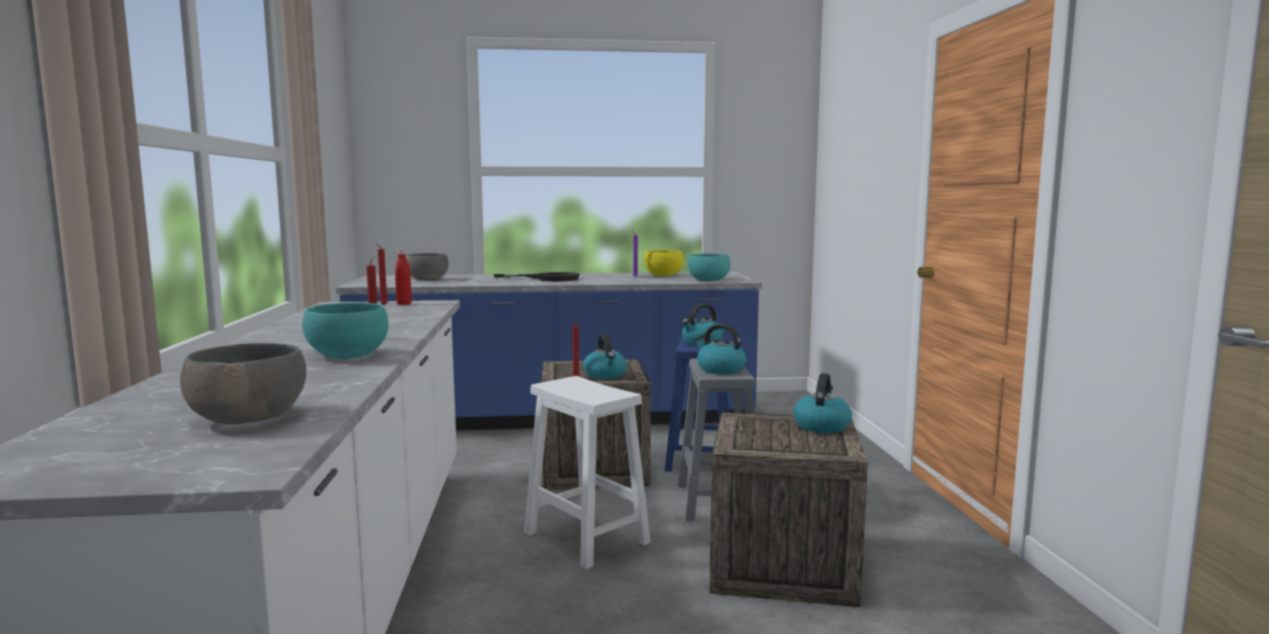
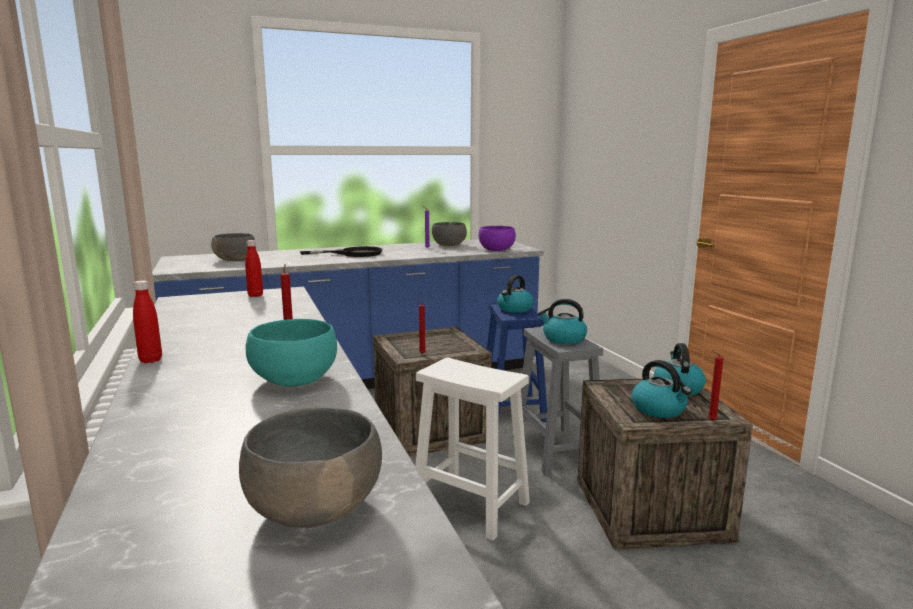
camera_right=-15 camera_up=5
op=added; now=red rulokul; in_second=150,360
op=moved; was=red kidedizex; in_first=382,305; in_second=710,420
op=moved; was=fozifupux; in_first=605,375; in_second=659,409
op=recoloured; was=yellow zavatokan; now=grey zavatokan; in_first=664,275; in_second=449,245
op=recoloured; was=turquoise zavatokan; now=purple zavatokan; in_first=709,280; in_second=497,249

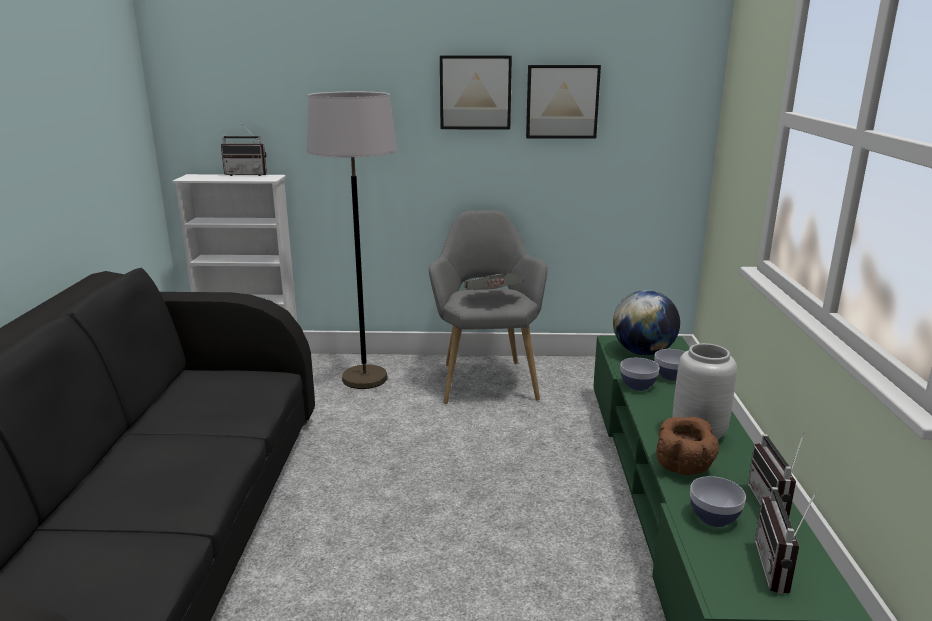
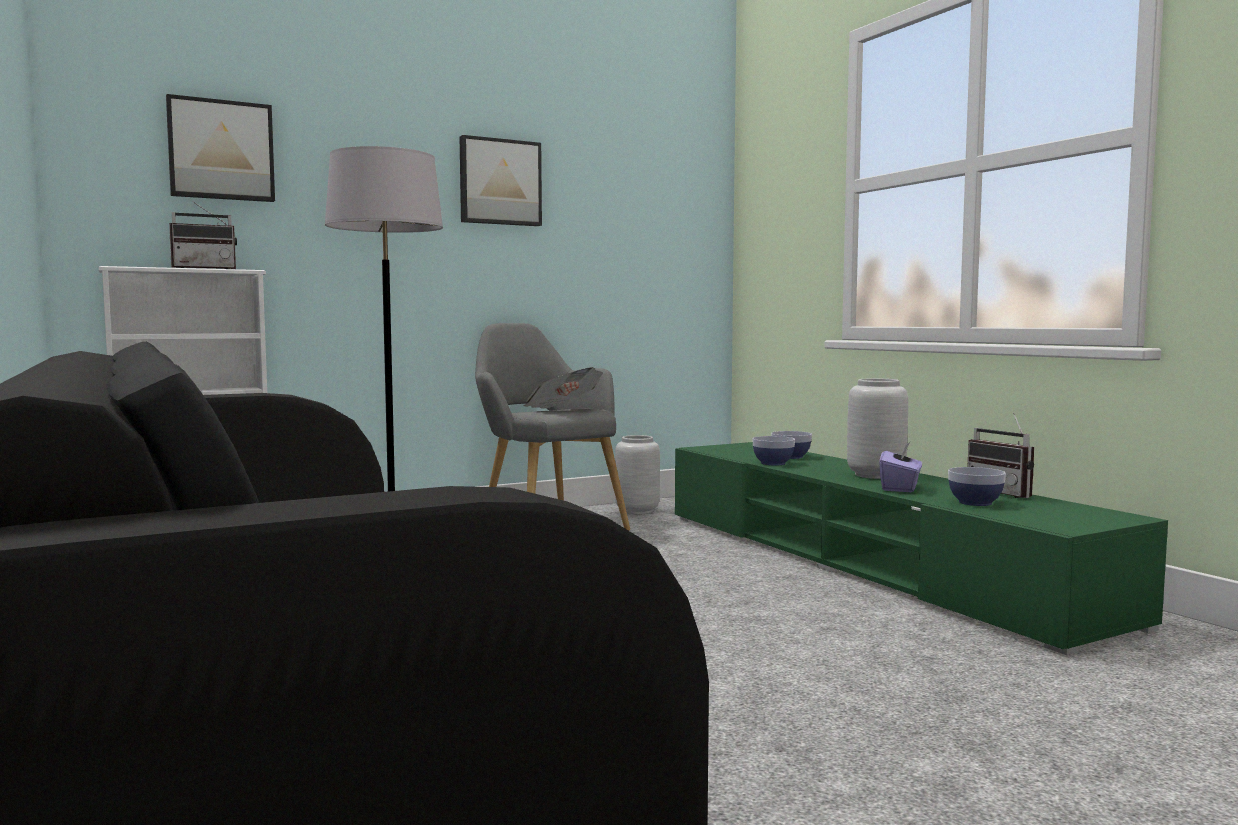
camera_right=-30 camera_up=-15
op=removed; was=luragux; in_first=643,352
op=removed; was=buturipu; in_first=781,569
op=added; now=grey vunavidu; in_second=636,511
op=moved; was=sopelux; in_first=562,101; in_second=221,150
op=replaced; was=brown zavatokan; now=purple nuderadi; in_first=684,466; in_second=900,488

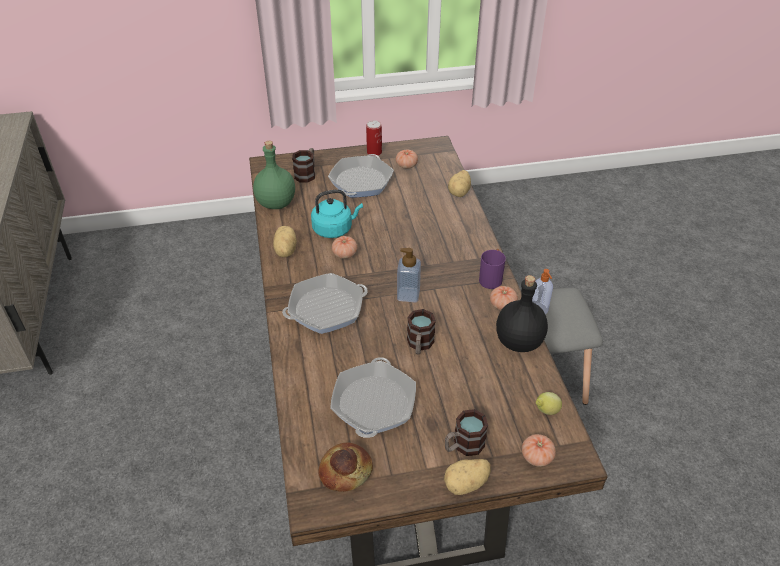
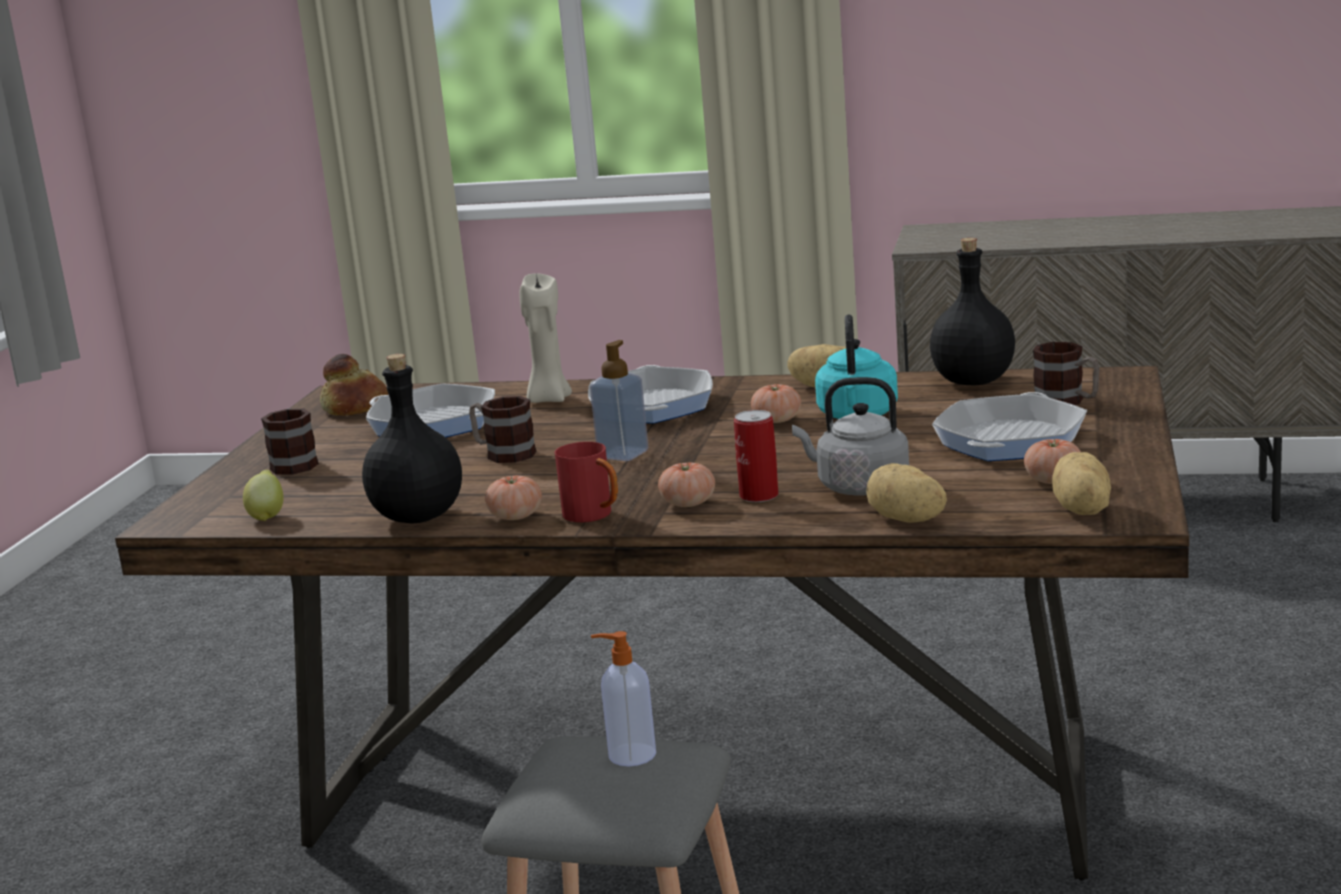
camera_right=115 camera_up=-25
op=added; now=beige kidedizex; in_second=549,399
op=added; now=grey fozifupux; in_second=858,487
op=moved; was=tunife; in_first=374,152; in_second=759,496
op=moved; was=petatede; in_first=466,484; in_second=1080,511
op=moved; was=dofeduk; in_first=536,457; in_second=688,503
op=recoloured; was=green rulokul; now=black rulokul; in_first=277,203; in_second=972,382
op=recoloured; was=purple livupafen; now=red livupafen; in_first=491,278; in_second=594,516
op=turned; was=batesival; in_first=361,181; in_second=1010,440; clockwise=75

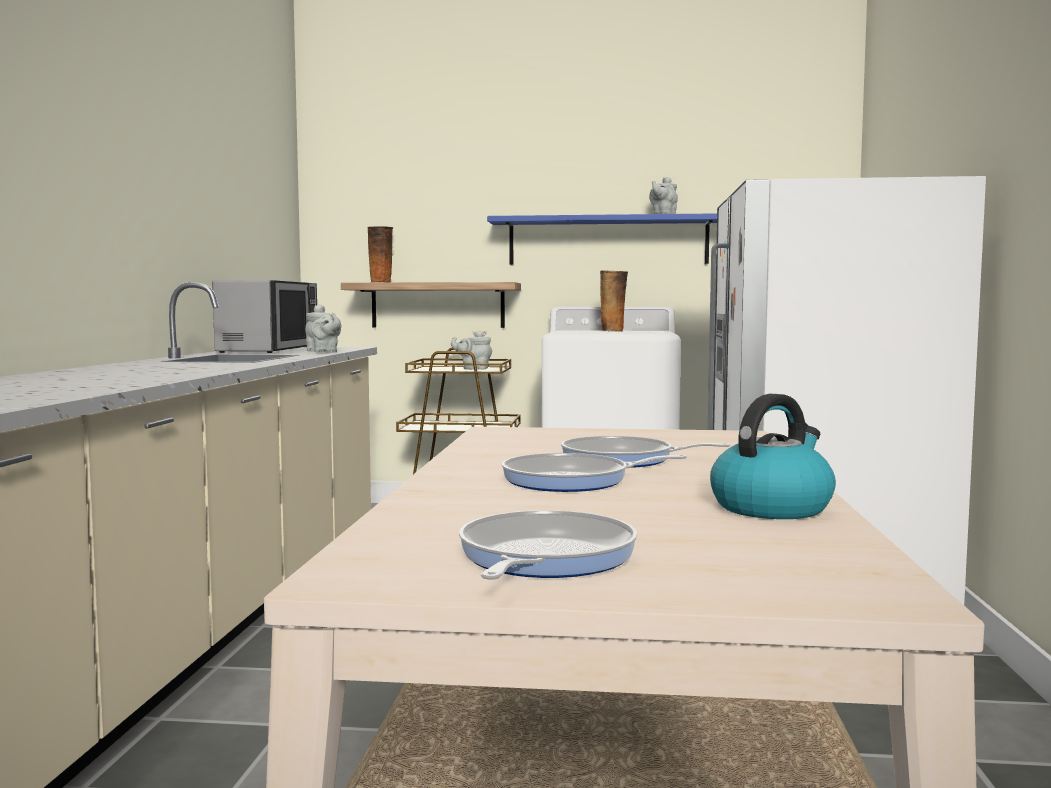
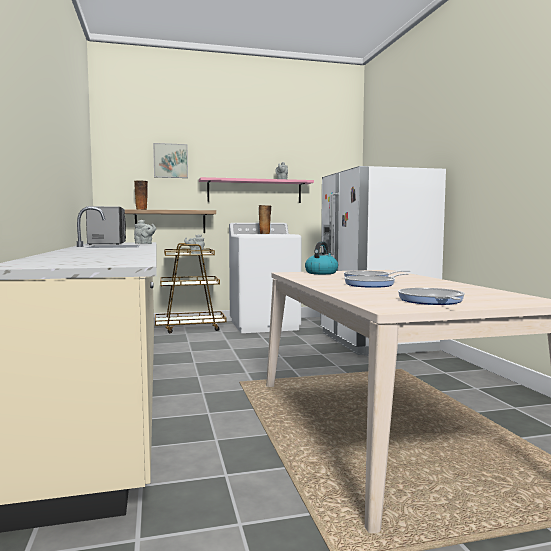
camera_right=-20 camera_up=0
op=added; now=sopelux; in_second=170,161
op=moved; was=fozifupux; in_first=771,507; in_second=321,273
op=recoloured; was=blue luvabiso; now=pink luvabiso; in_first=608,241; in_second=255,191

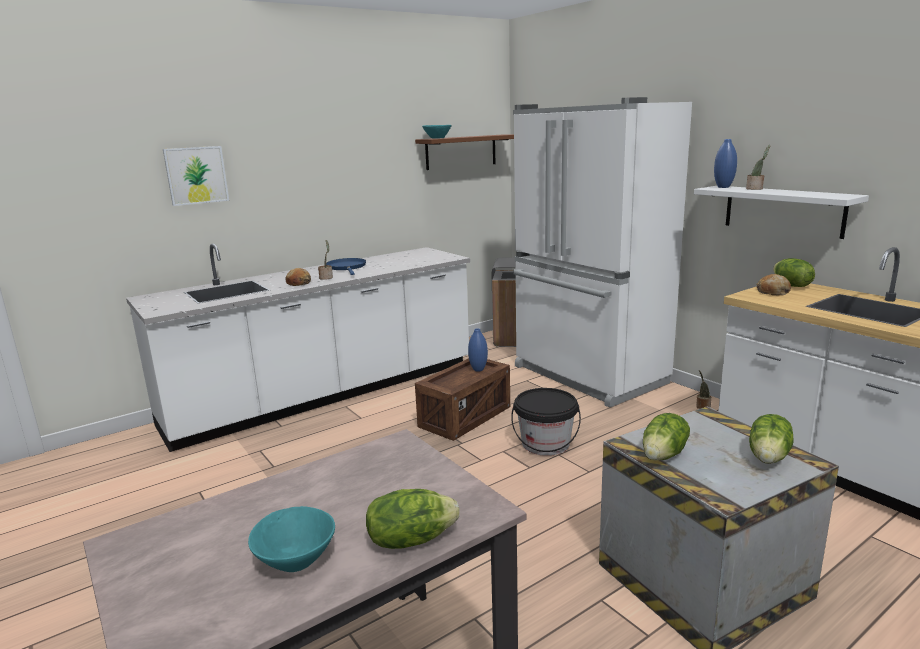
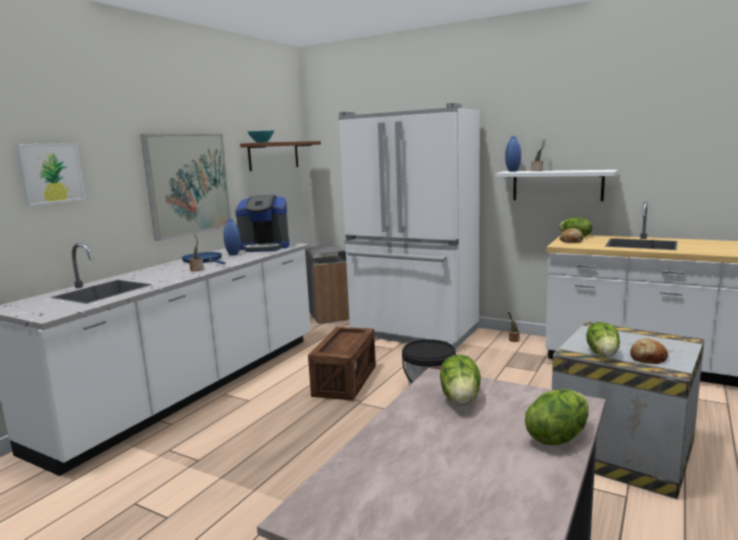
camera_right=-25 camera_up=-5
op=removed; was=turquoise zavatokan; in_first=296,560
op=added; now=sopelux; in_second=188,184
op=added; now=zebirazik; in_second=265,247
op=moved; was=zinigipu; in_first=298,283; in_second=647,358
op=moved; was=blue vunavidu; in_first=478,369; in_second=233,254
op=moved; was=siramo; in_first=769,457; in_second=461,398

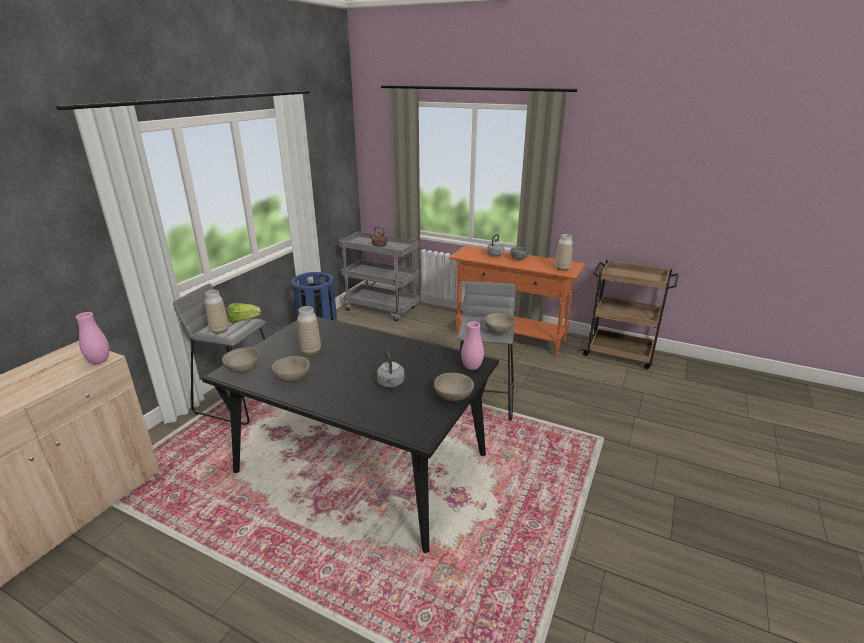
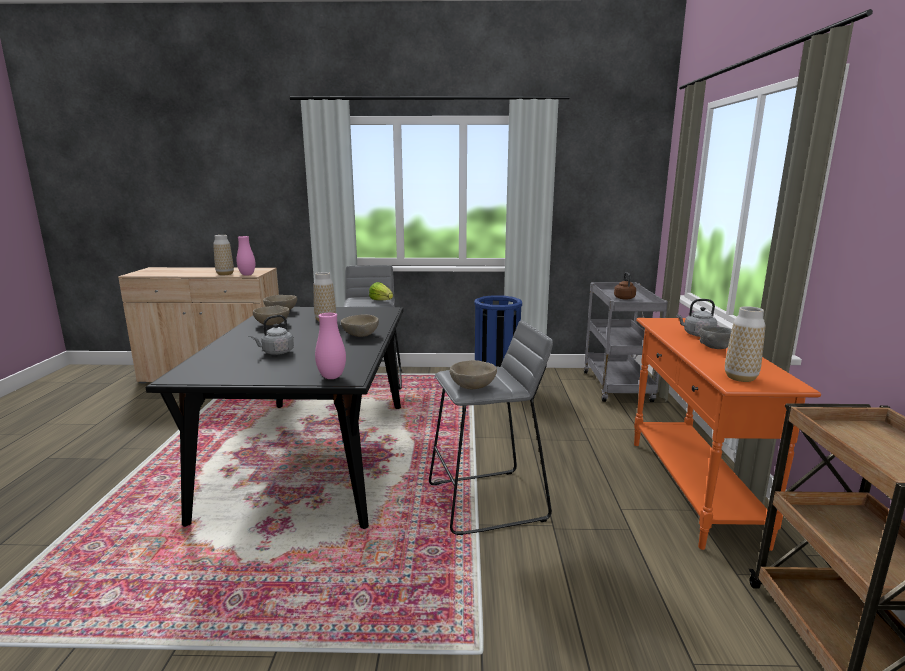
camera_right=65 camera_up=-10
op=moved; was=vunavidu; in_first=220,331; in_second=225,274
op=moved; was=beige zavatokan; in_first=453,397; in_second=360,335

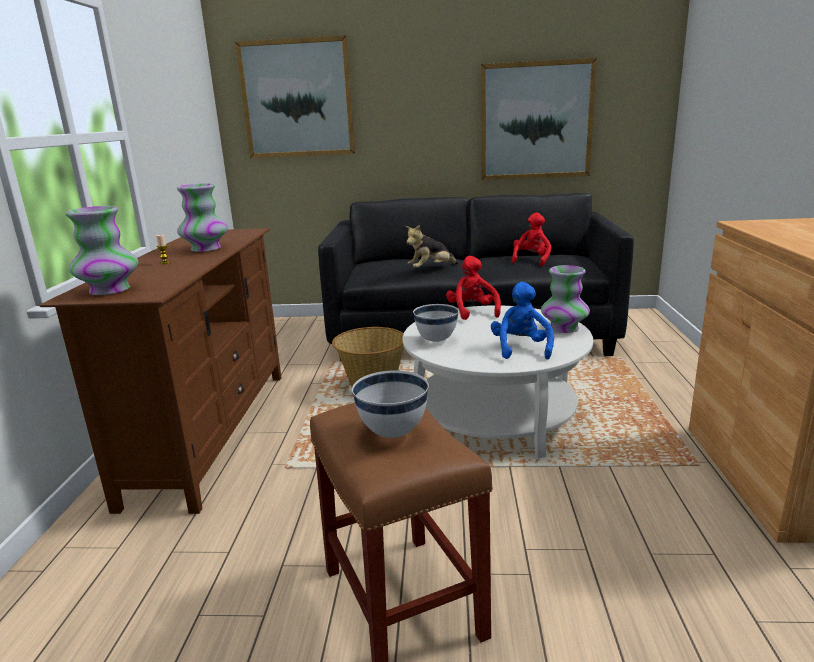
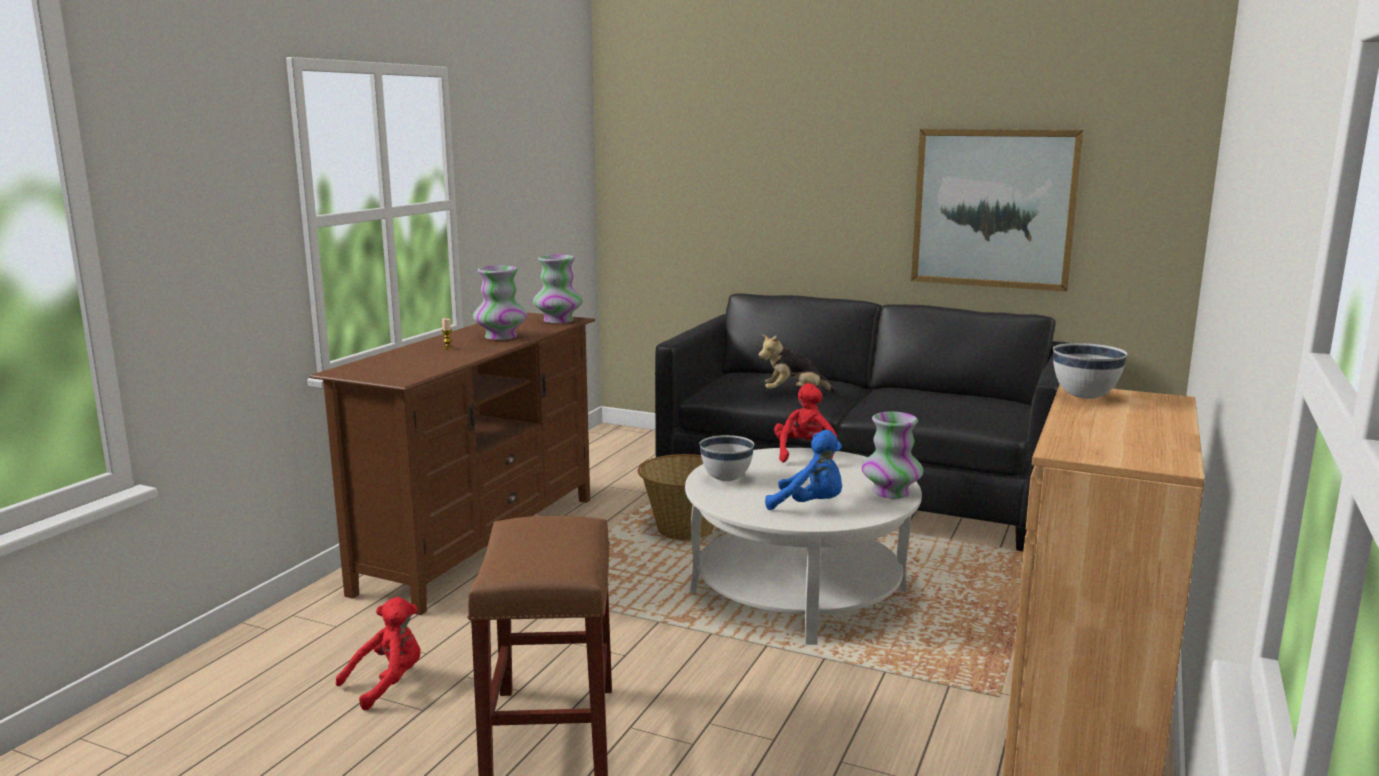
camera_right=20 camera_up=-5
op=removed; was=sopelux; in_first=297,99
op=moved; was=vunavidu; in_first=109,290; in_second=558,321
op=moved; was=white zavatokan; in_first=392,433; in_second=1084,397
op=moved; was=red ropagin; in_first=531,260; in_second=387,683
op=turned; was=blue ropagin; in_first=521,348; in_second=810,505; clockwise=90

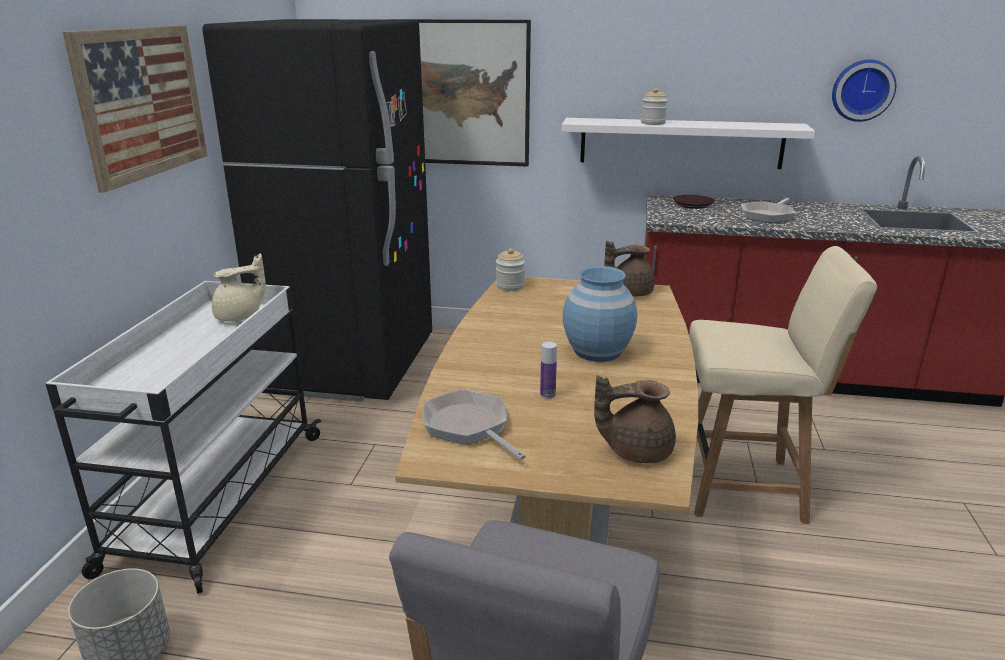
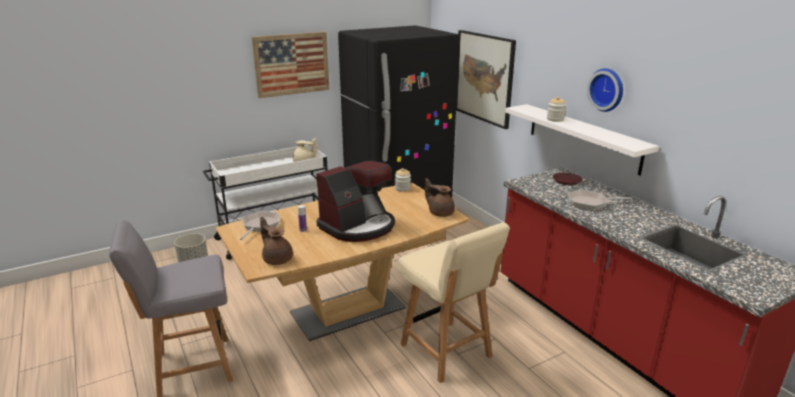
camera_right=50 camera_up=0
op=moved; was=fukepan; in_first=862,90; in_second=607,89
op=replaced; was=blue vunavidu; now=zebirazik; in_first=597,351; in_second=358,226

